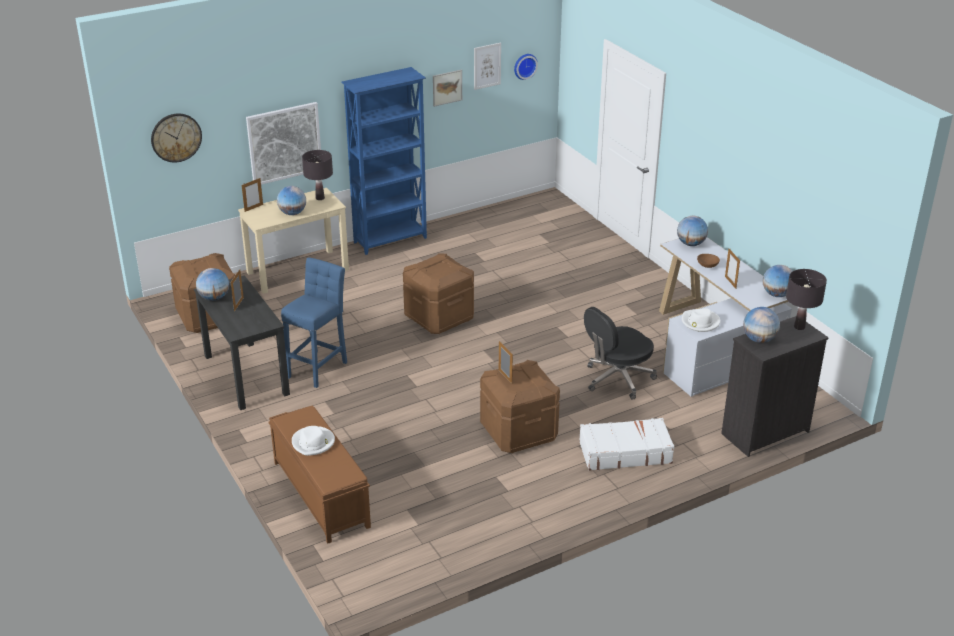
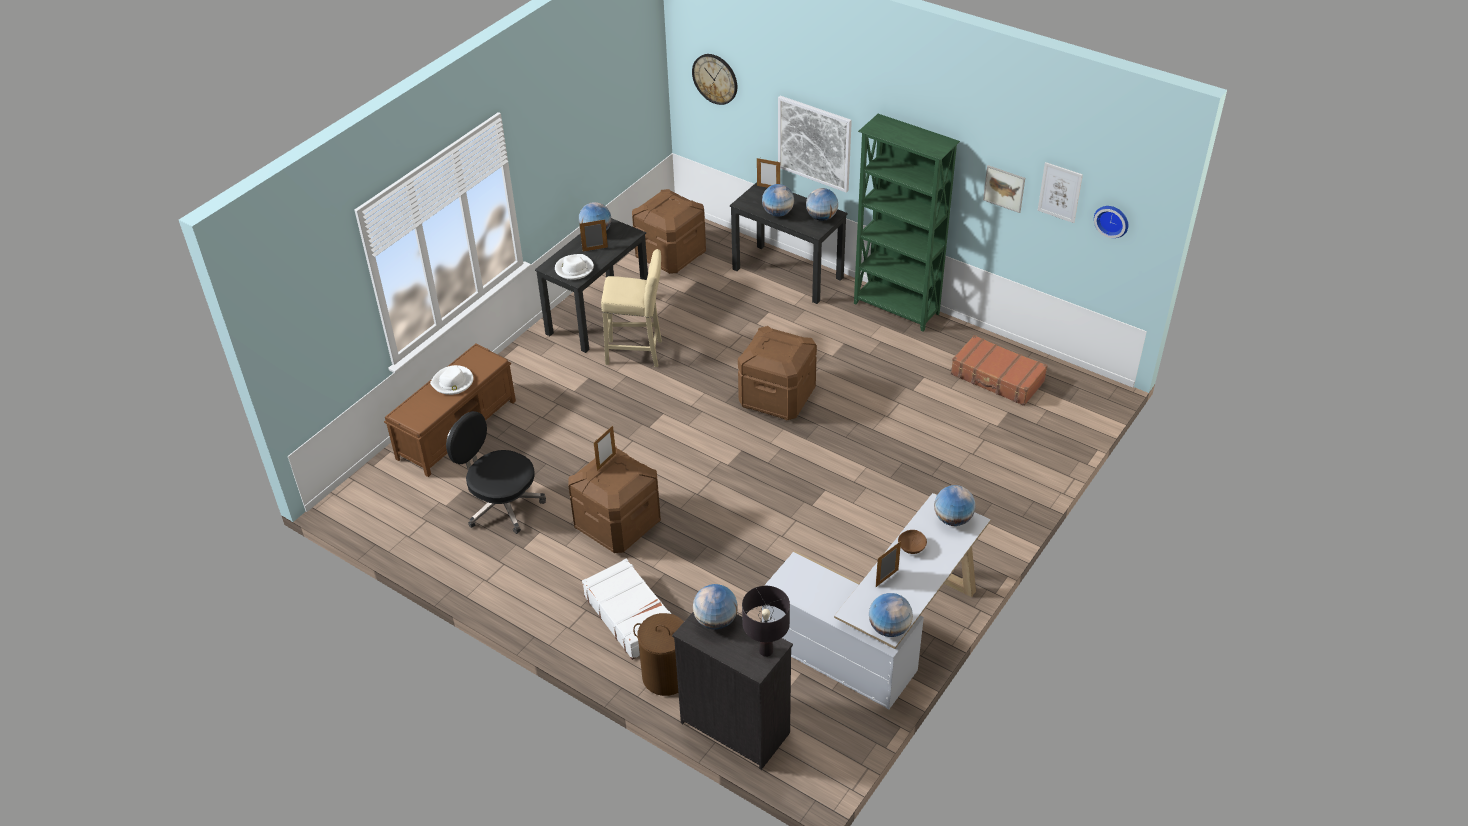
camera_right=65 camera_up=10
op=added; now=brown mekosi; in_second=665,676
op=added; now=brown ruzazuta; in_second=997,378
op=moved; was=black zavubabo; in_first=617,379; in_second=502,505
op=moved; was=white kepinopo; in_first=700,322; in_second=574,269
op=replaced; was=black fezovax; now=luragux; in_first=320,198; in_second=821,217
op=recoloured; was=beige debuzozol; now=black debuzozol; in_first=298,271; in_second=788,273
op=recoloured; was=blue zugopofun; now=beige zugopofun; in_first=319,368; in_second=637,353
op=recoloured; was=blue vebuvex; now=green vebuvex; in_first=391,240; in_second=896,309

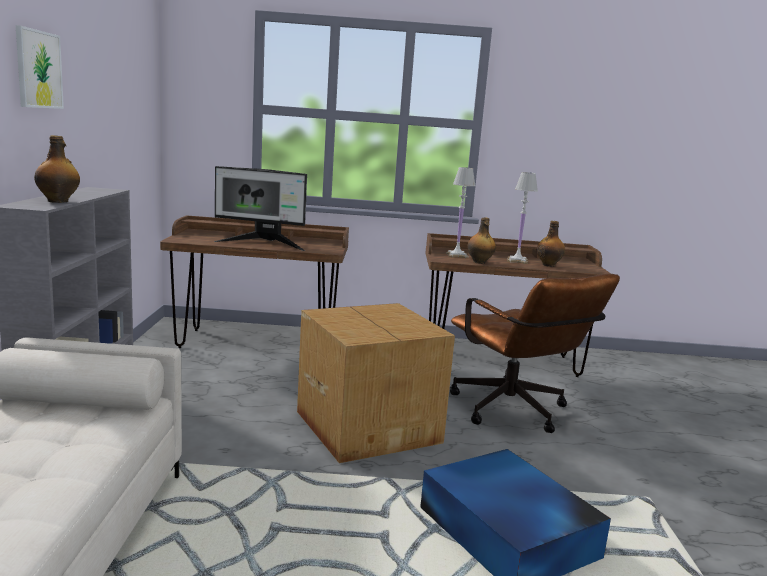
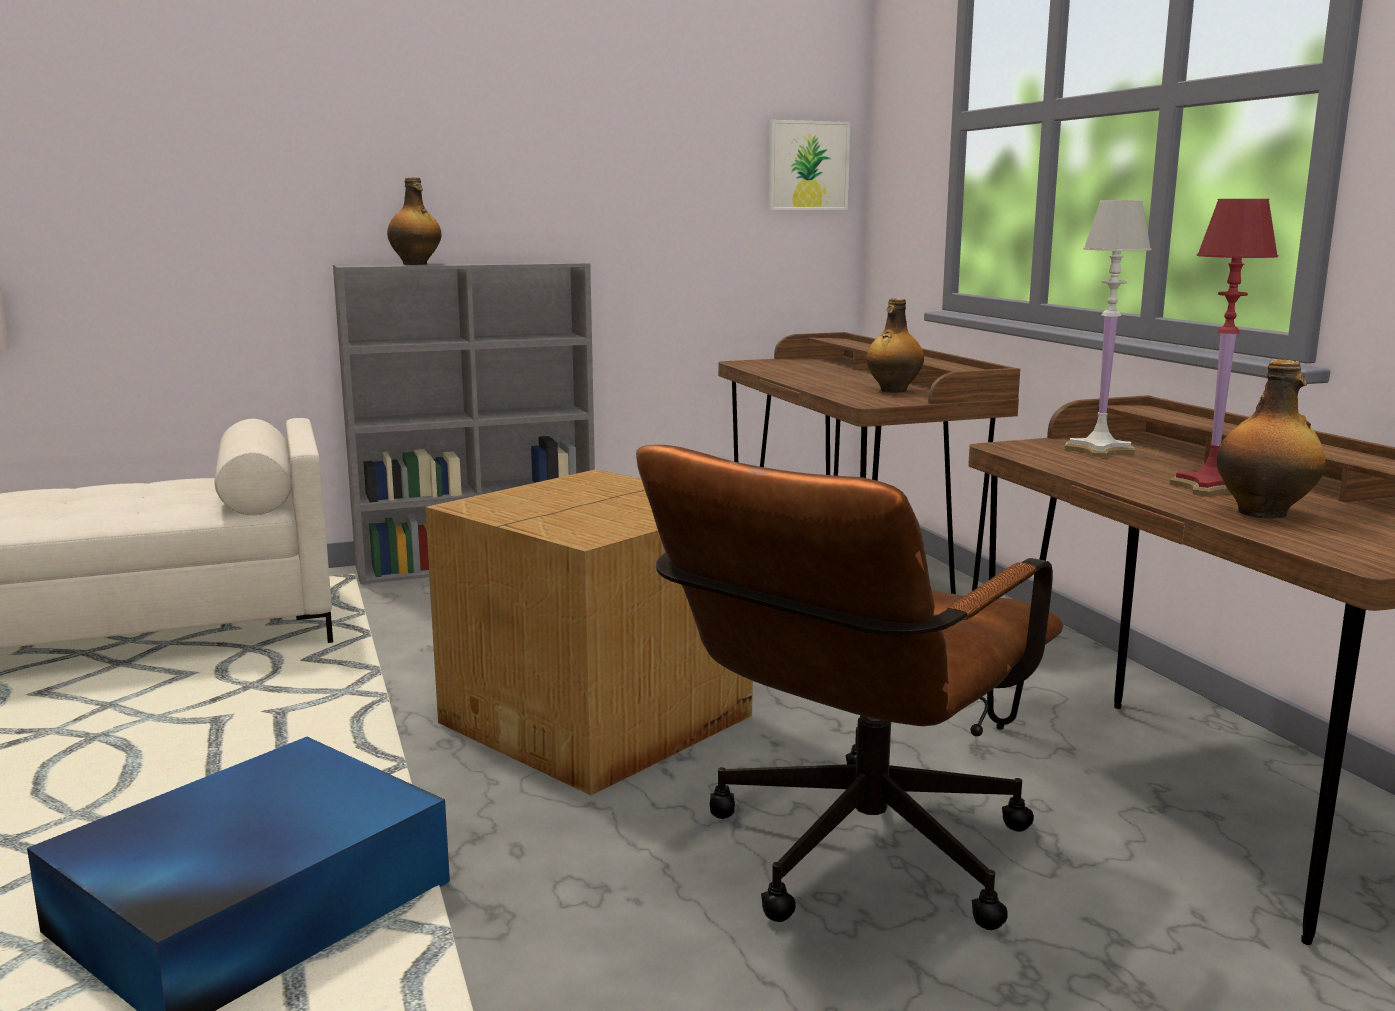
camera_right=70 camera_up=0
op=removed; was=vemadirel; in_first=263,244
op=moved; was=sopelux; in_first=38,69; in_second=808,165
op=moved; was=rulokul; in_first=479,262; in_second=892,390
op=recoloured; was=white fezovax; now=red fezovax; in_first=517,261; in_second=1211,488

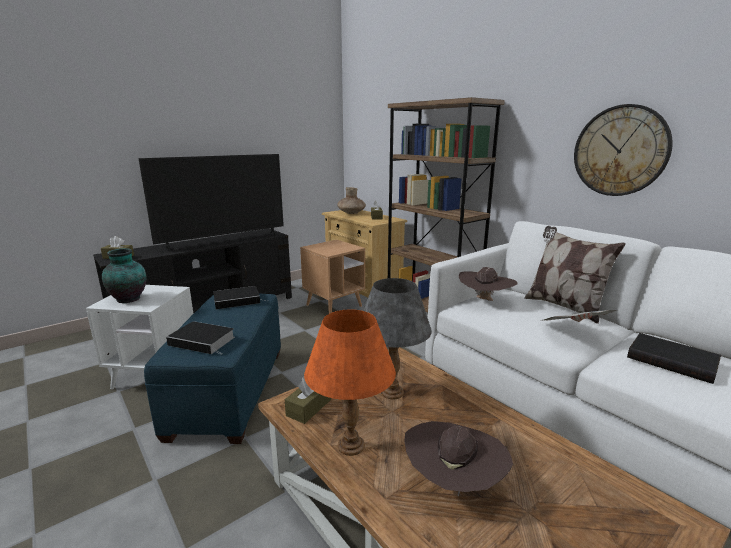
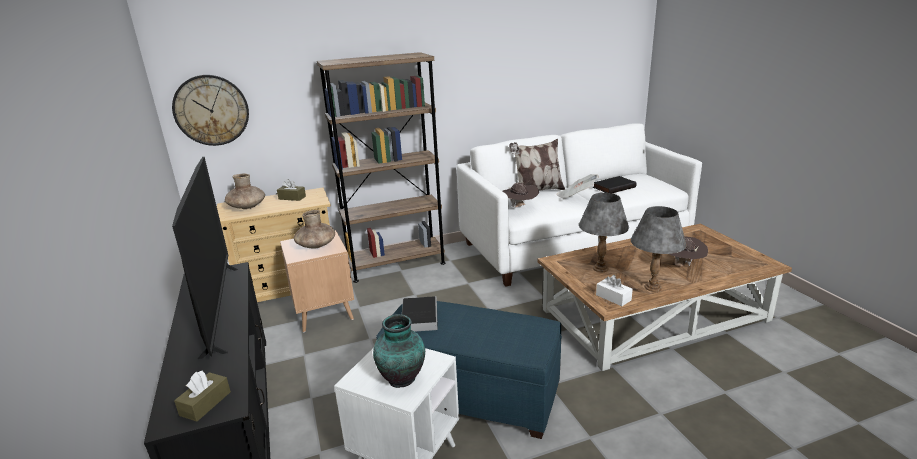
camera_right=-70 camera_up=5
op=removed; was=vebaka; in_first=204,341
op=added; now=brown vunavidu; in_second=316,245
op=moved; was=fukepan; in_first=620,151; in_second=211,110
op=recoloured; was=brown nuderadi; now=white nuderadi; in_first=309,407; in_second=613,297
op=recoloured; was=orange fezovax; now=grey fezovax; in_first=350,445; in_second=652,287

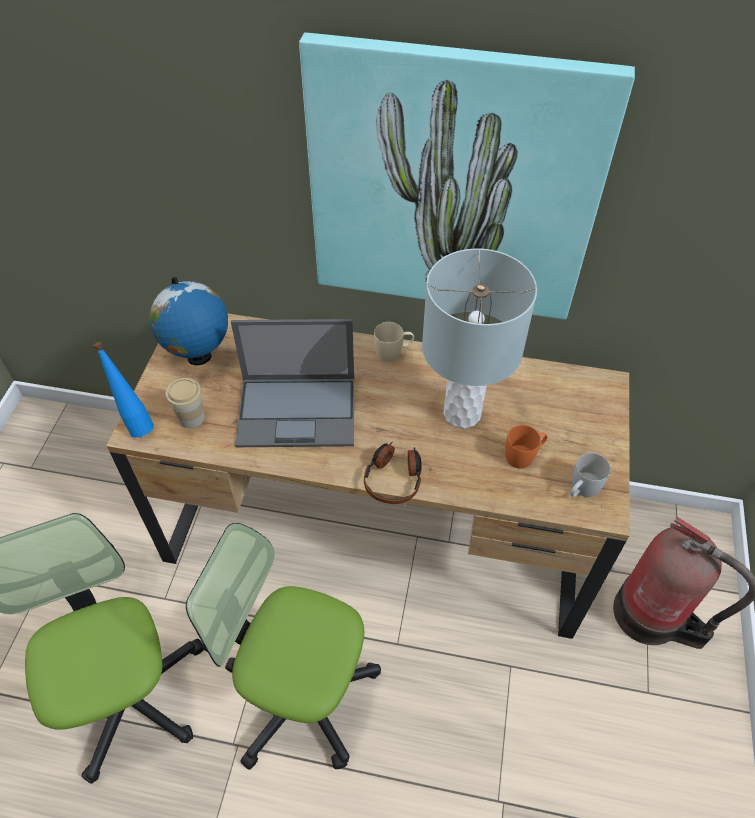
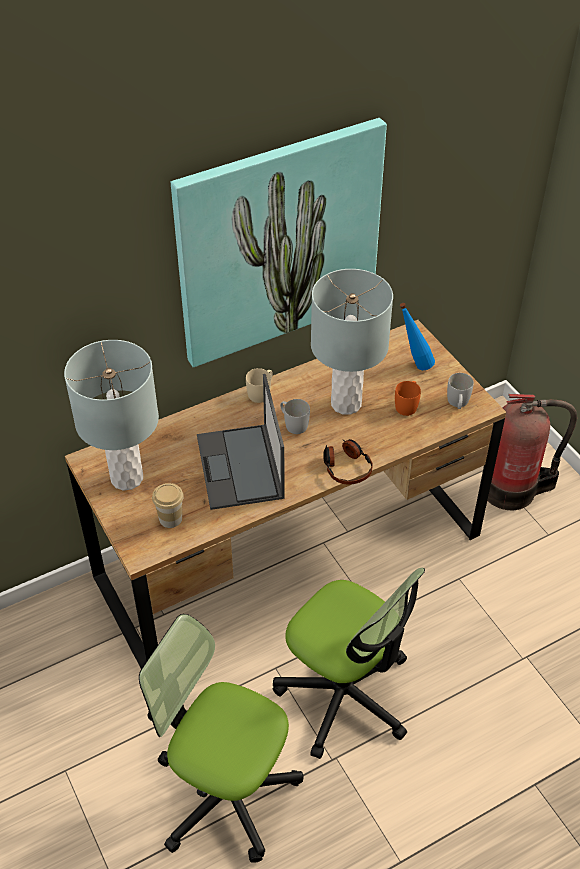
camera_right=-40 camera_up=-5
op=added; now=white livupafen; in_second=293,424
op=moved; was=blue rulokul; in_first=135,423; in_second=414,364
op=replaced; was=luragux; now=grey fezovax; in_first=199,357; in_second=127,478
op=turned; was=zavubabo; in_first=301,693; in_second=345,695; clockwise=-120
op=turned; was=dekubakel; in_first=298,411; in_second=240,468; clockwise=120

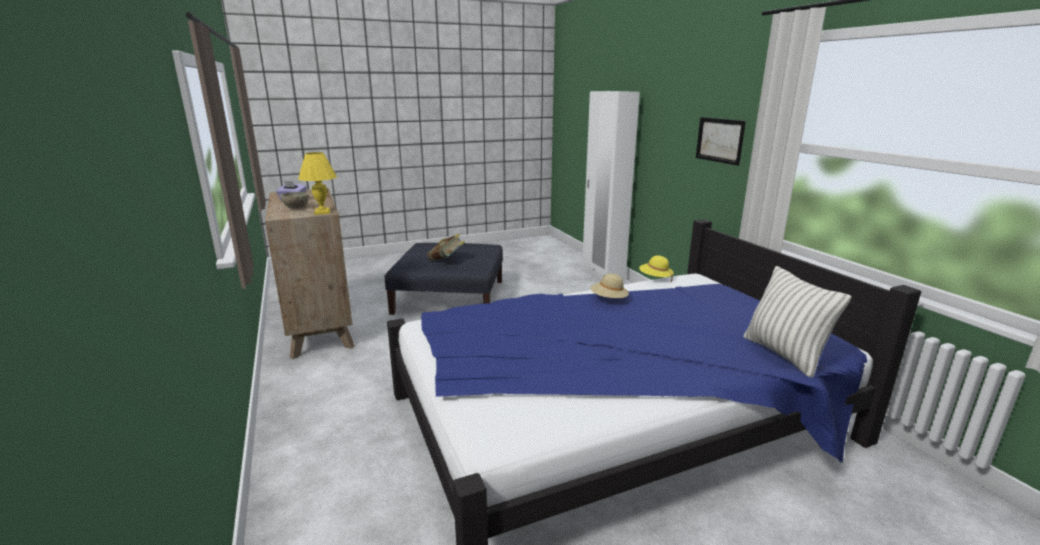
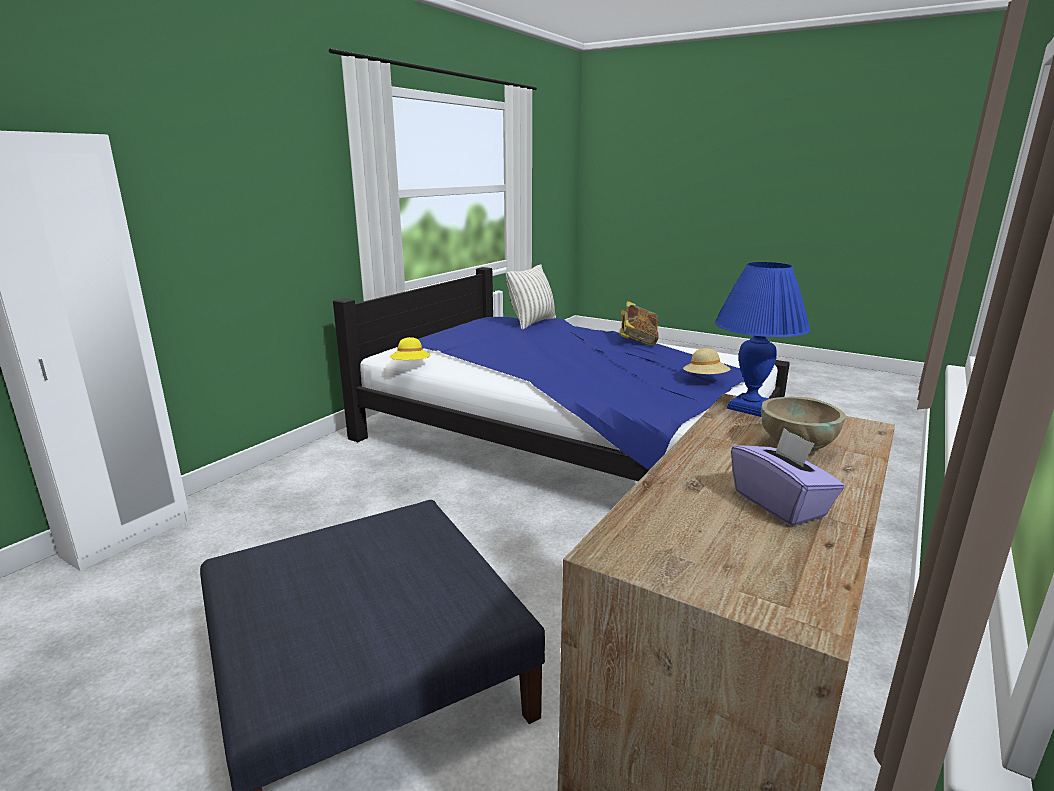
camera_right=-125 camera_up=0
op=removed; was=sopelux; in_first=719,140
op=moved; was=vebaka; in_first=446,261; in_second=637,341
op=moved; was=beige kepinopo; in_first=608,299; in_second=705,379
op=recoloured; was=yellow fezovax; now=blue fezovax; in_first=322,212; in_second=751,407

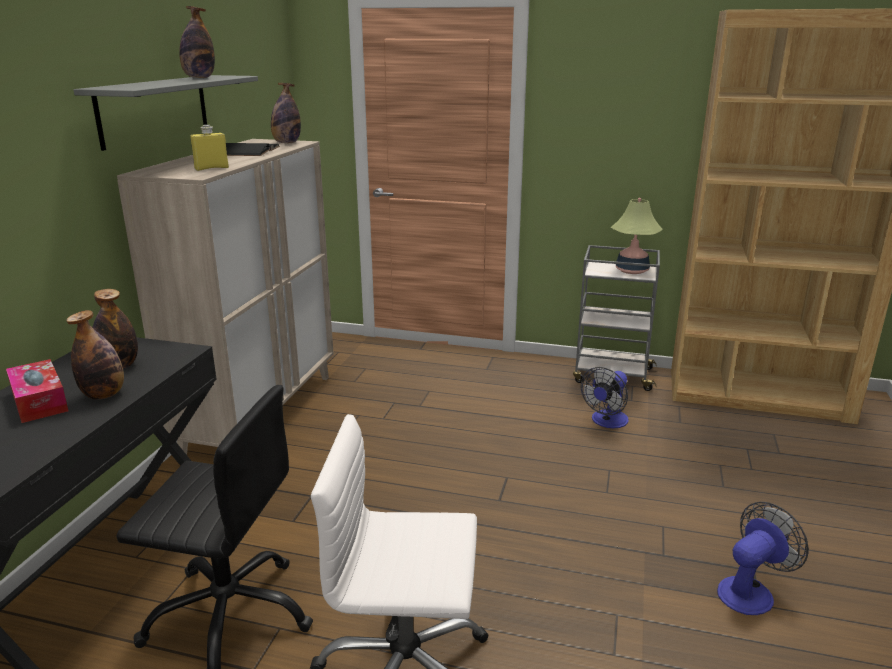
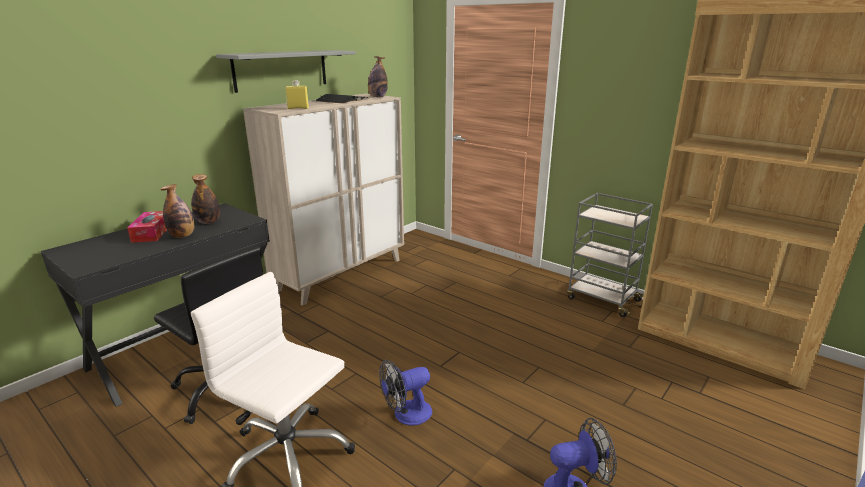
camera_right=25 camera_up=0
op=removed; was=rulokul; in_first=199,78
op=removed; was=fezovax; in_first=631,270
op=moved; was=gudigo; in_first=606,422; in_second=406,414

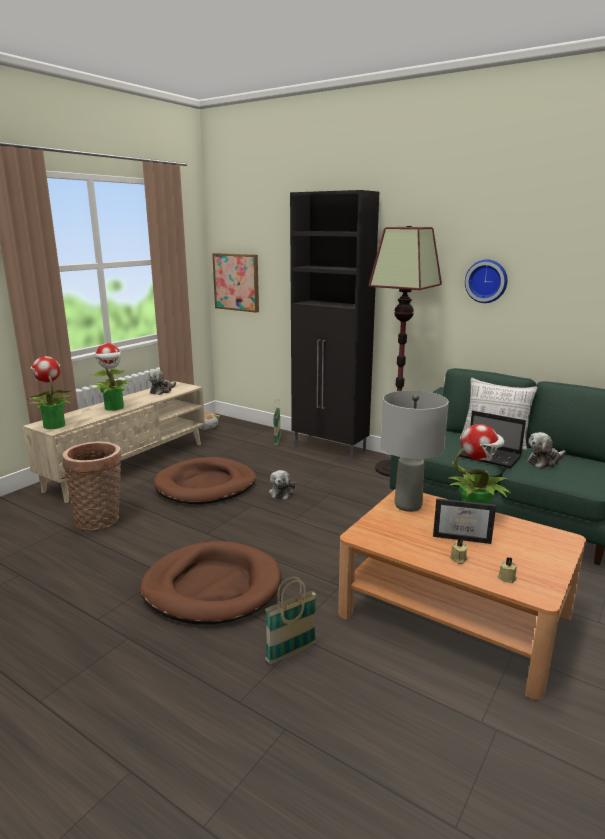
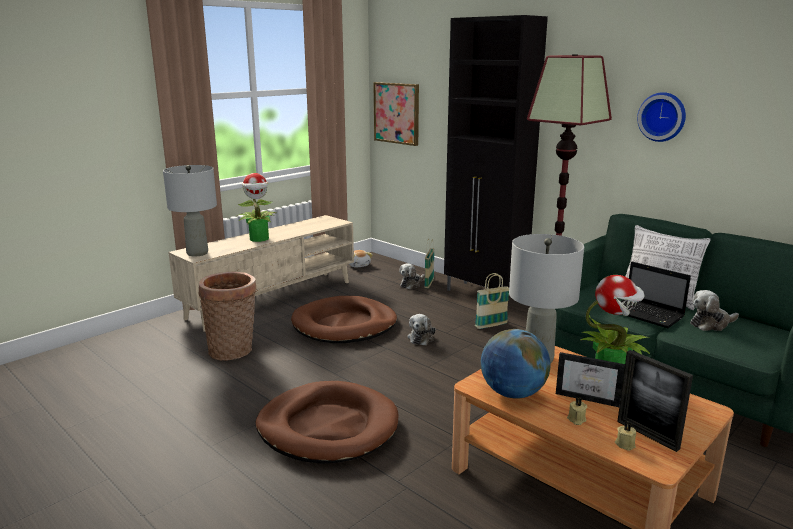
camera_right=10 camera_up=0
op=added; now=luragux; in_second=513,393
op=added; now=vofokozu; in_second=647,435
op=moved; was=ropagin; in_first=162,391; in_second=411,284
op=moved; was=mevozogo; in_first=291,652; in_second=491,325
op=replaced; was=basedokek; now=grey fezovax; in_first=54,425; in_second=197,253

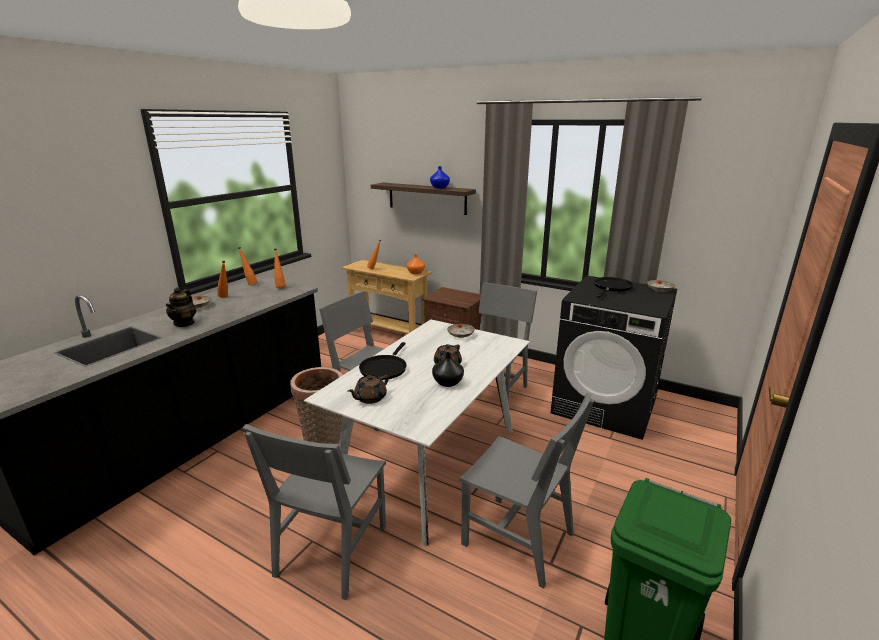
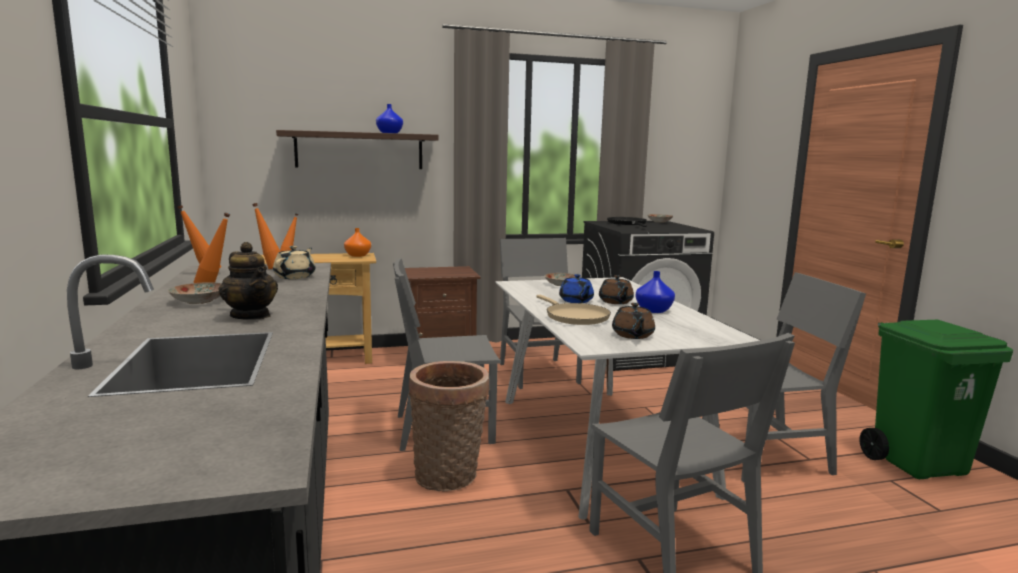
camera_right=-45 camera_up=-10
op=added; now=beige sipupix; in_second=295,276
op=added; now=blue sipupix; in_second=576,301
op=recoloured; was=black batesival; now=beige batesival; in_first=384,368; in_second=574,317
op=recoloured; was=black vunavidu; now=blue vunavidu; in_first=447,383; in_second=654,310

